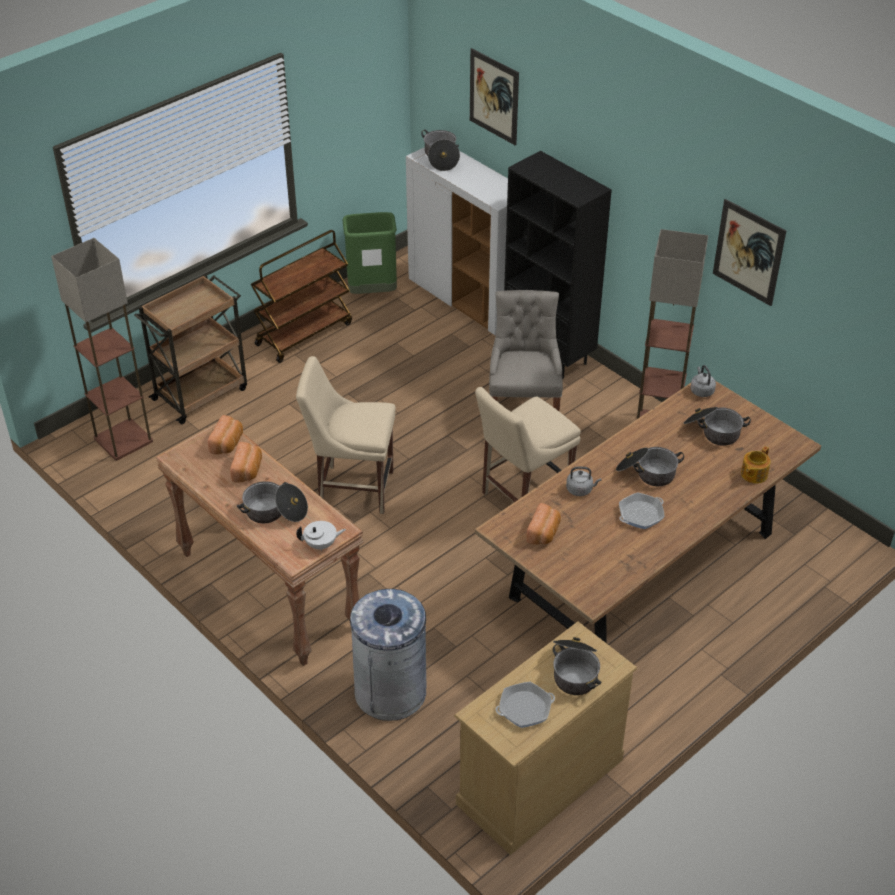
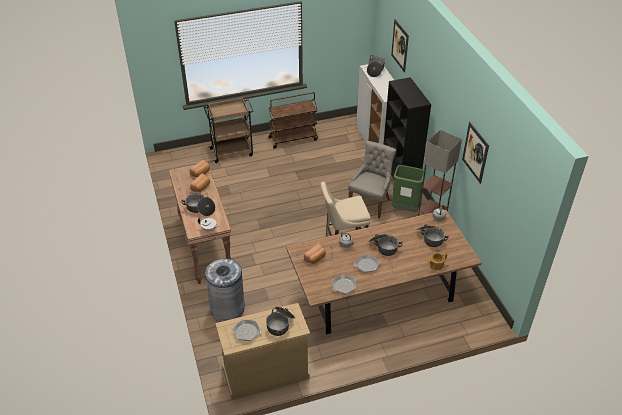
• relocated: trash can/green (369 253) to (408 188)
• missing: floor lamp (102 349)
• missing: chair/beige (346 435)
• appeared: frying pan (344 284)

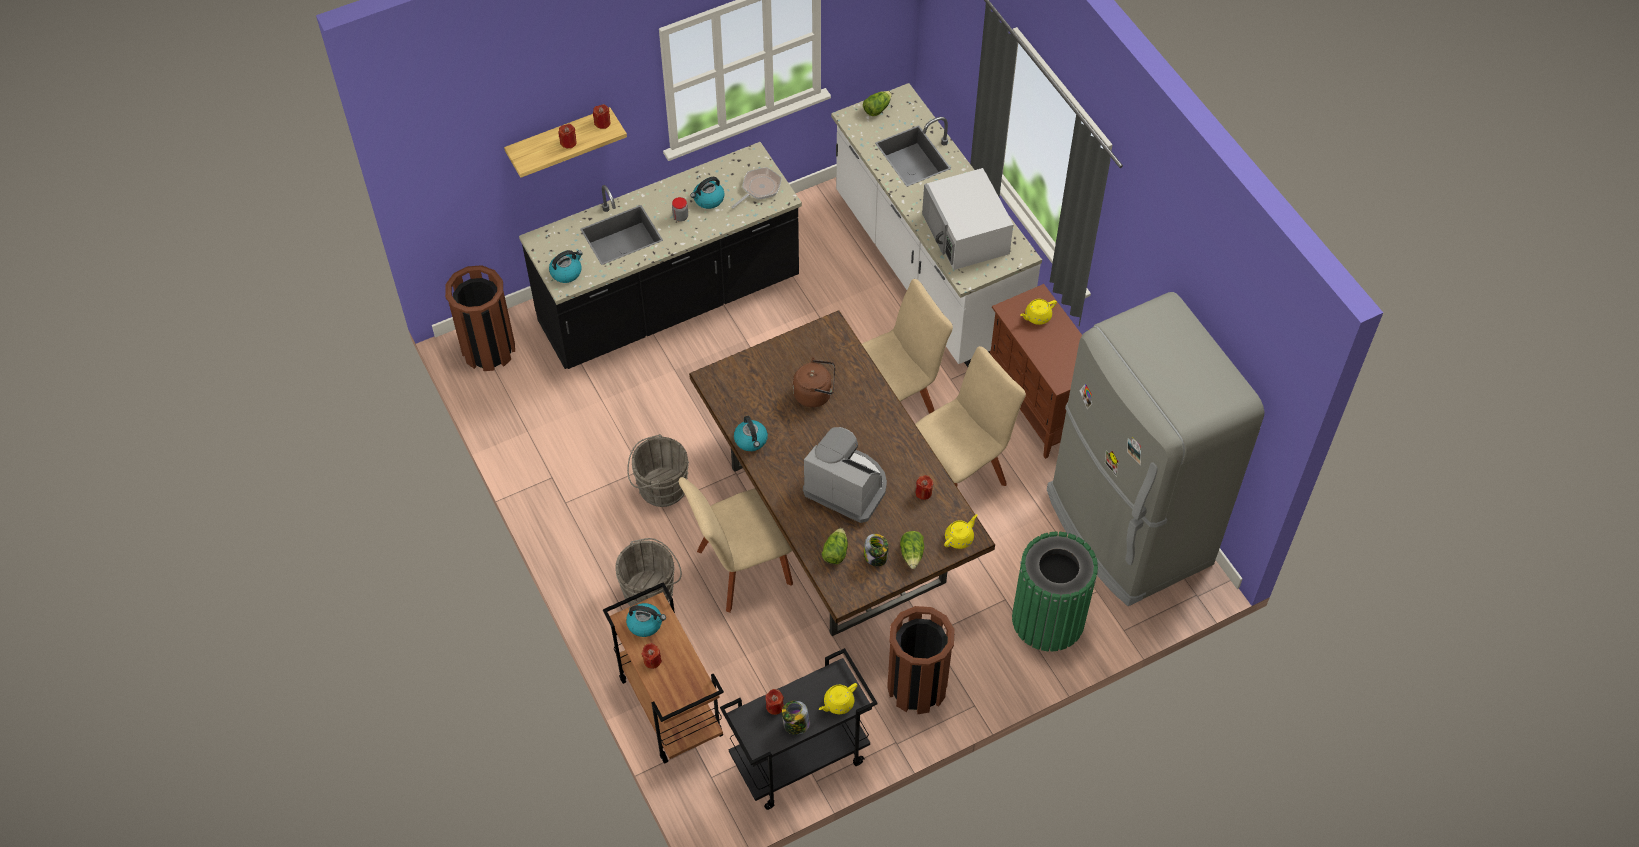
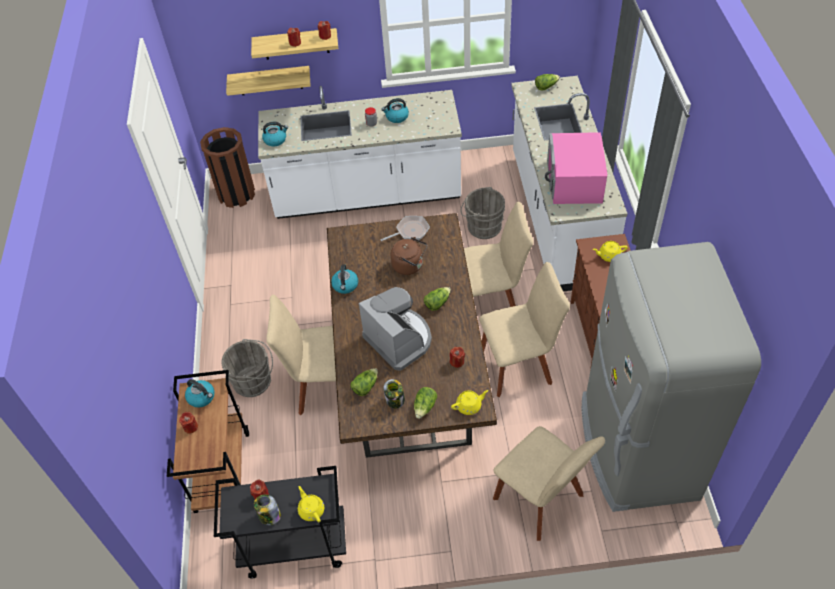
• colour: counter/black (660 255) to counter/white (360 152)
• relocated: frying pan (757 187) to (405 228)
• colour: microwave/white (967 219) to microwave/pink (576 168)
• relocated: bucket/grey (658 470) to (483 213)
• exchanged: trash can/green (1055 591) to chair/beige (549 483)
• missing: trash can/brown (921 660)
• spun: teapot/yellow (838 698) = (311 504) 75 degrees clockwise
• appeared: shelf (268 81)
• appeared: lettuce (437 299)

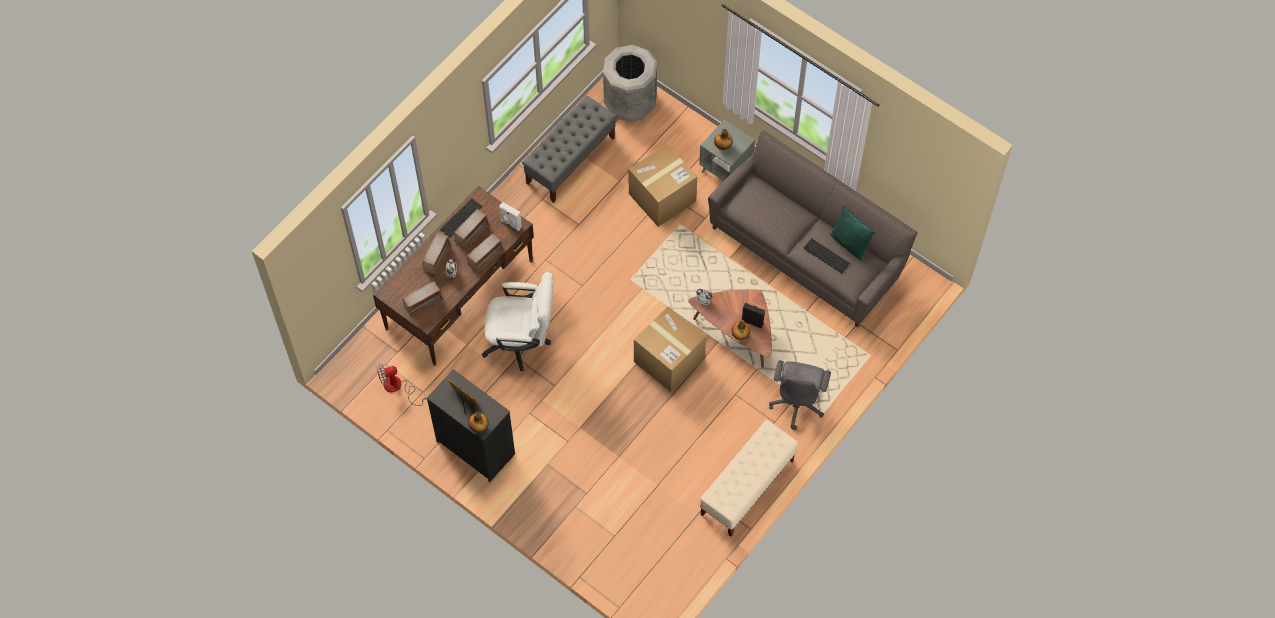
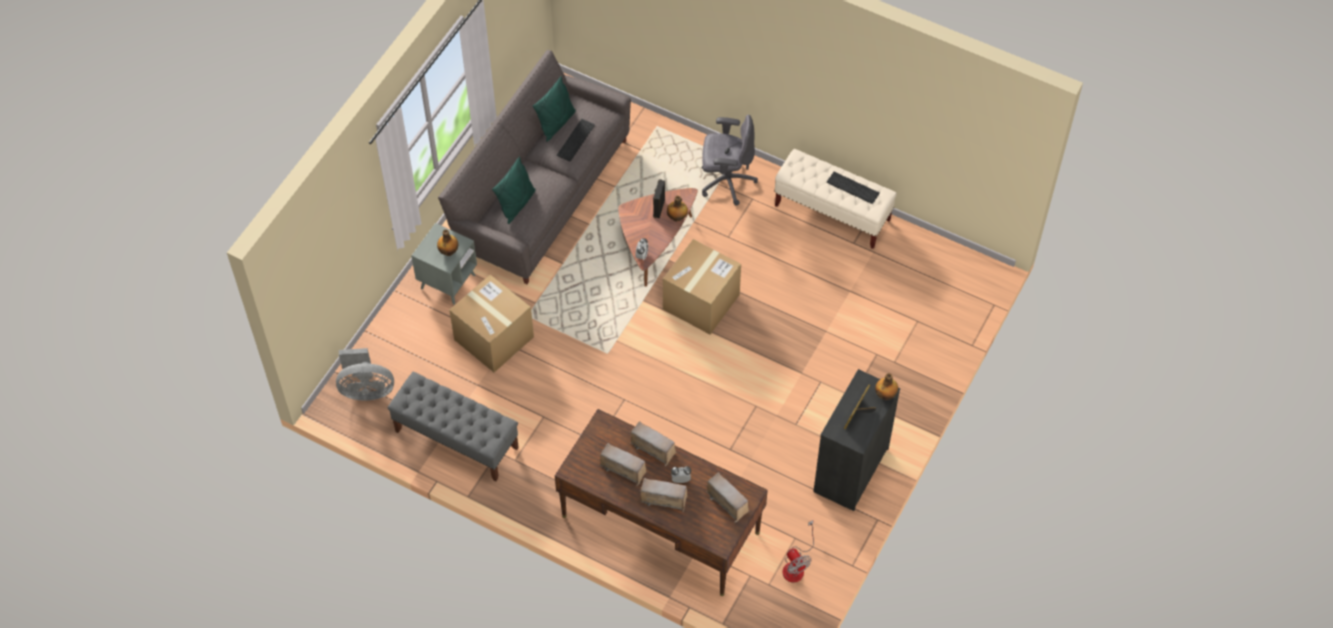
• exchanged: trash can/grey (630 83) to fan/grey (365 374)
• relocated: keyboard (461 218) to (853 188)
• missing: speaker/white (510 216)
• missing: office chair/white (518 321)
• appeared: pillow/green (514 190)

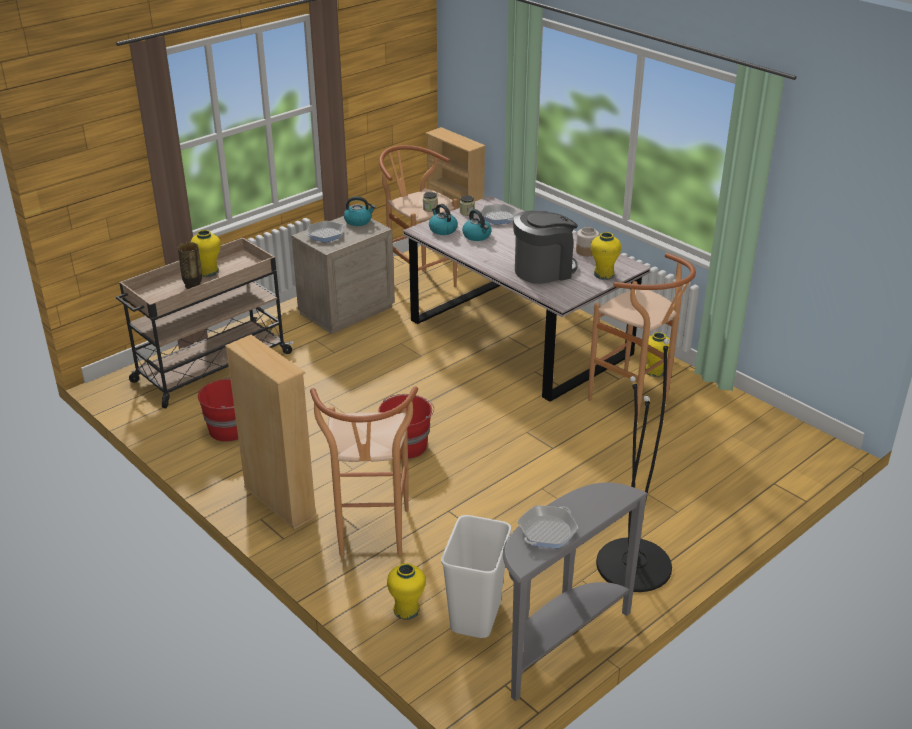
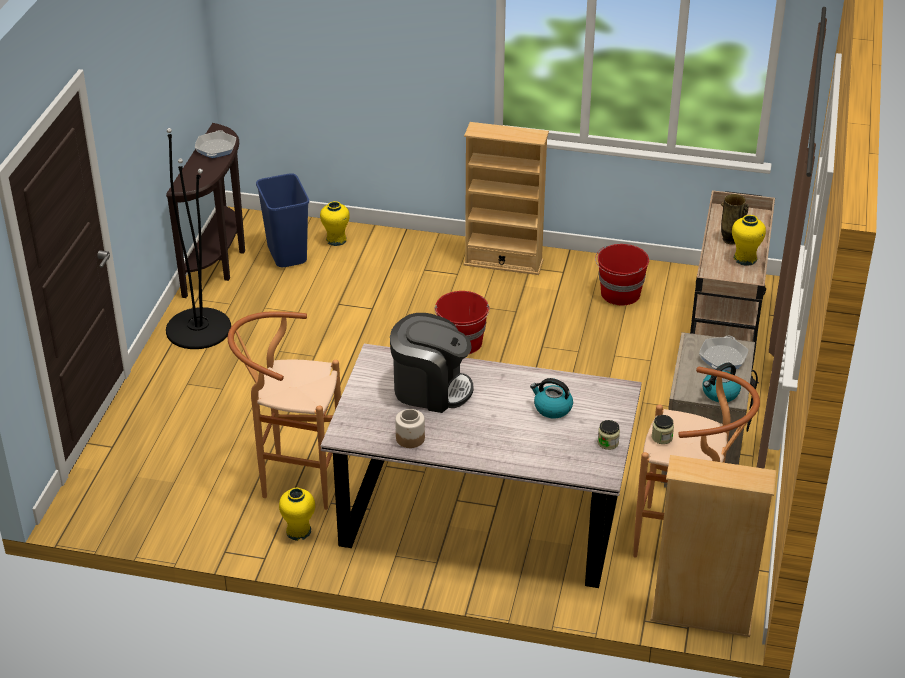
• missing: kettle (443 219)
• missing: frying pan (499 214)
• spun: coffee machine (545 247) = (432 363) 105 degrees counterclockwise
• missing: vase/yellow (606 256)
• missing: stool/brown (364 471)
• colour: console table/grey (575 591) to console table/brown (205 210)
• colour: trash can/white (476 576) to trash can/blue (282 220)

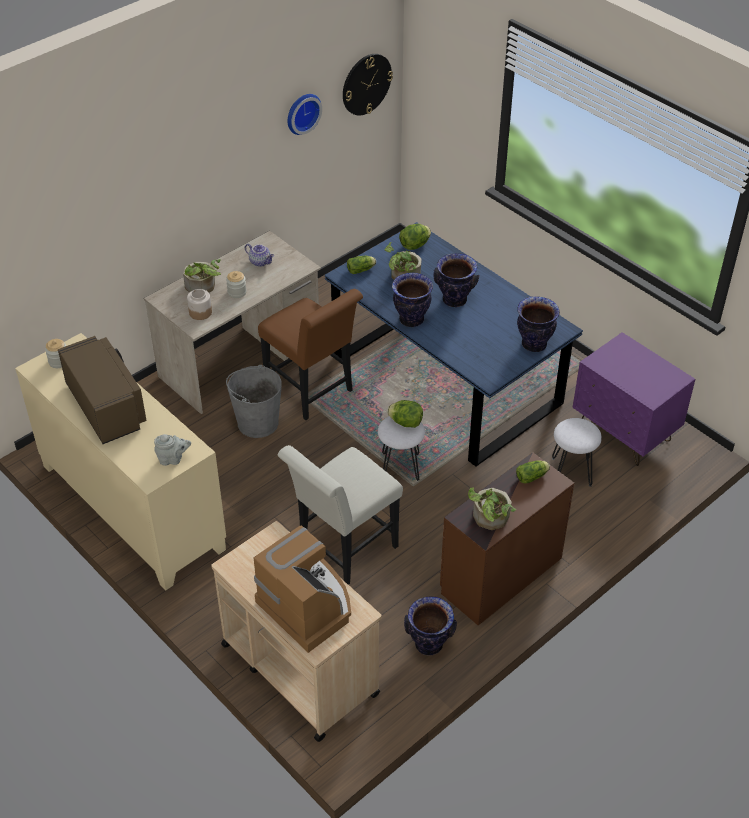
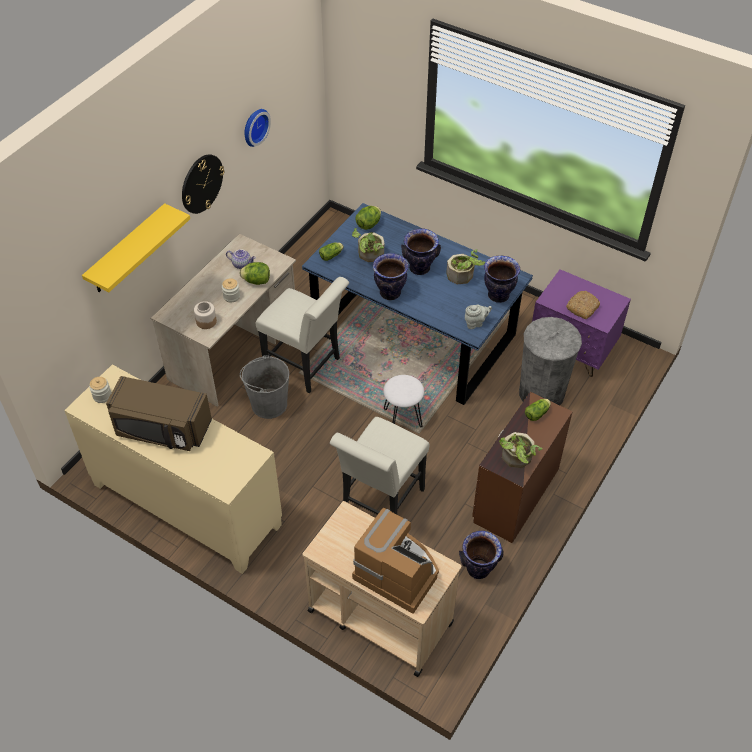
• relocated: wall clock (368 85) to (203 184)
• relocated: potted plant (202 276) to (466 266)
• colour: chair/brown (310 354) to chair/white (302 335)
• spun: microwave/brown (102 390) = (159 413) 150 degrees clockwise
• relocated: lettuce (405 414) to (255 273)
• exchanged: stool/white (577 452) to trash can/grey (550 361)
• relocated: teapot/grey (172 450) to (478 316)
• appeared: shelf/yellow (136 247)
• appeared: bread (583 305)

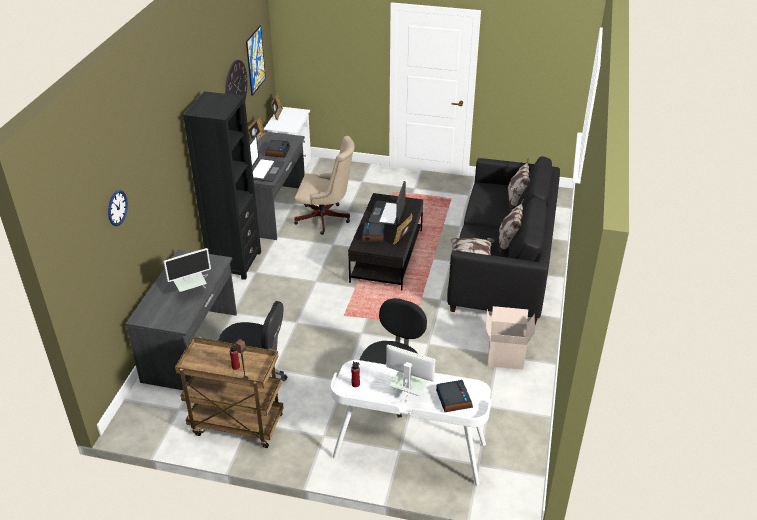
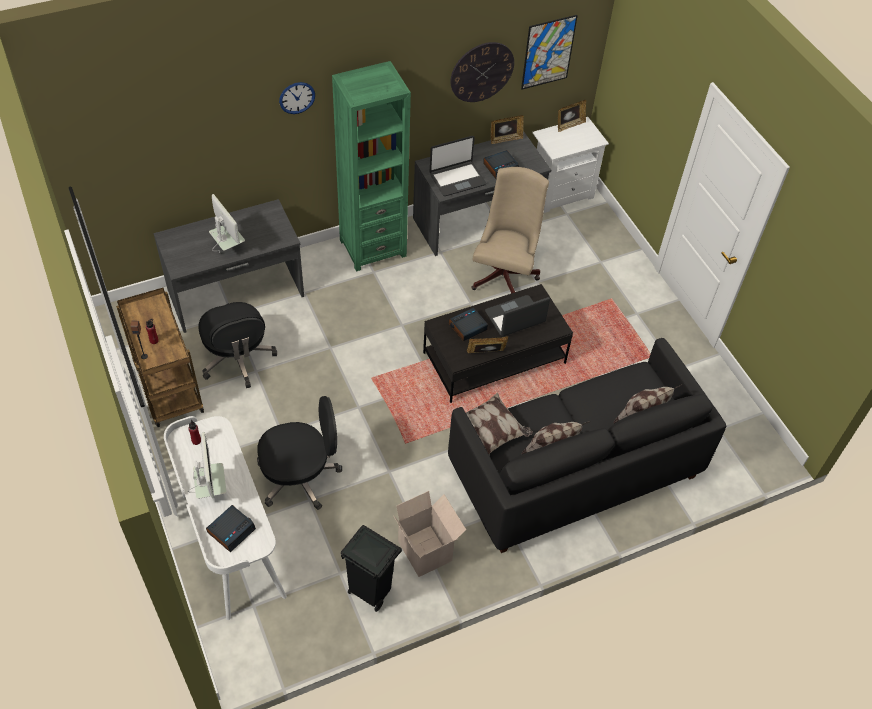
• colour: bookcase/black (222 185) to bookcase/green (371 166)
• spun: office chair/beige (324 185) = (510 230) 135 degrees counterclockwise
• relocated: wall clock (118 208) to (297 98)
• spun: monitor (187 270) = (227 223) 150 degrees counterclockwise
• appeared: trash can/black (371 568)

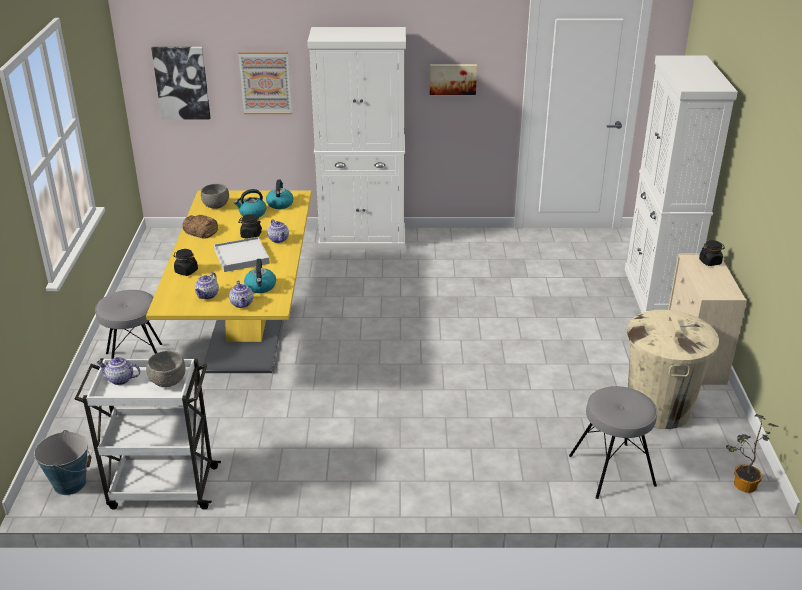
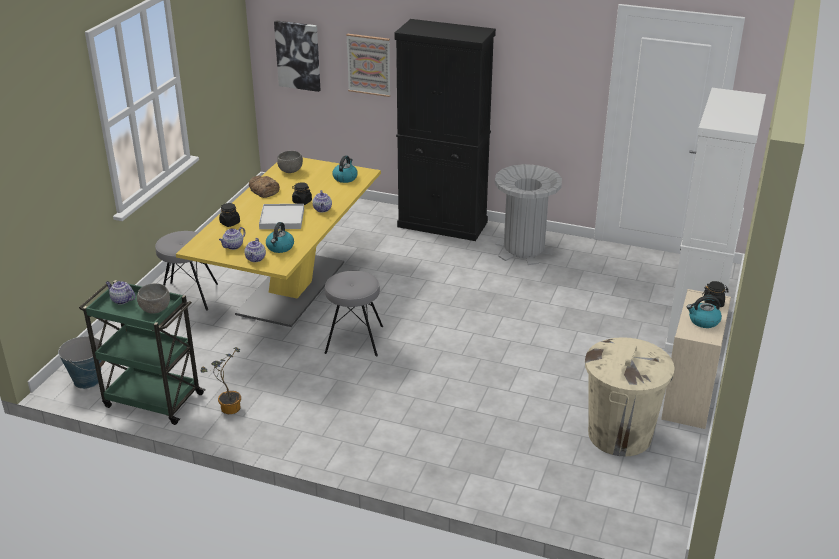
• colour: cabinet/white (356 138) to cabinet/black (445 130)
• missing: picture (453 79)
• relocated: kettle (250 203) to (704 312)
• colour: cart/white (148 434) to cart/green (142 352)
• relocated: stool/grey (613 442) to (354 313)
• relocated: potted plant (752 453) to (221 380)
• appeared: trash can/grey (528 214)

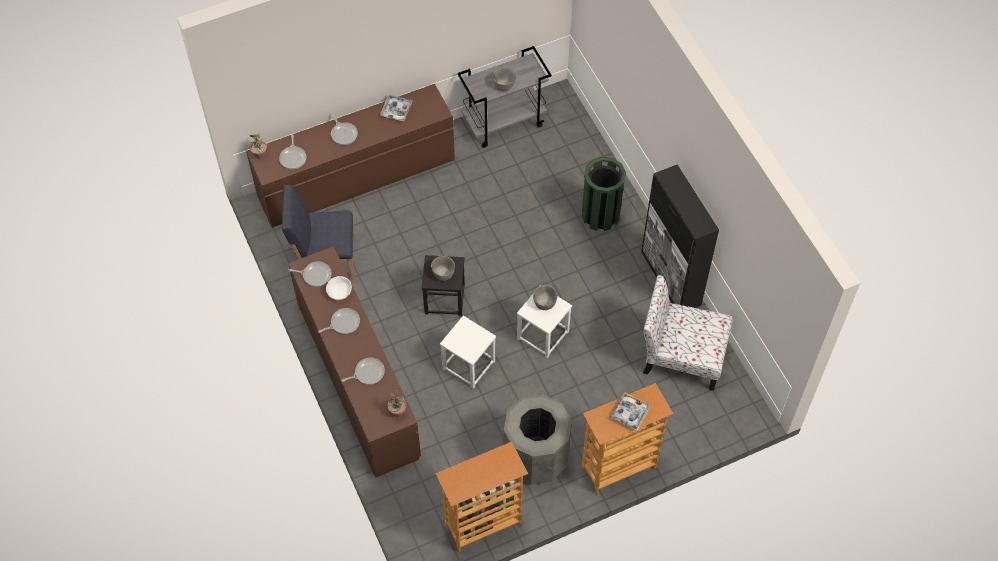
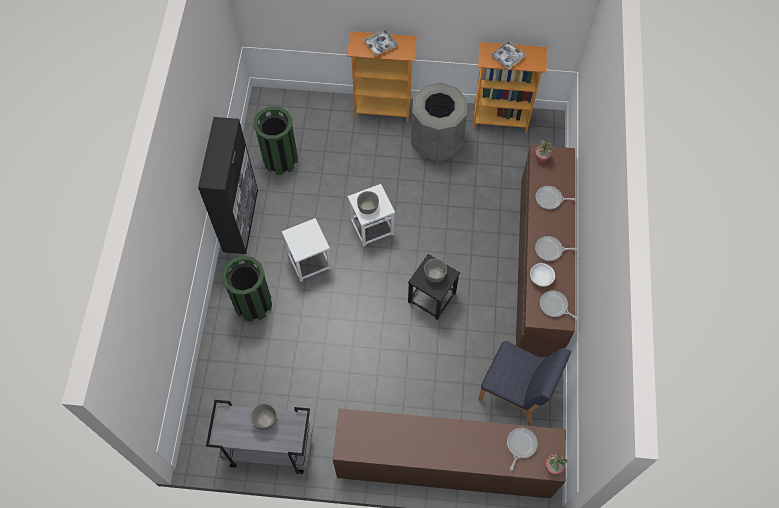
• relocated: tray (396 108) to (508 55)
• missing: frying pan (344 129)
• exchanged: chair (688 333) to trash can/green (275 140)
• relocated: stool/white (468 352) to (307 250)

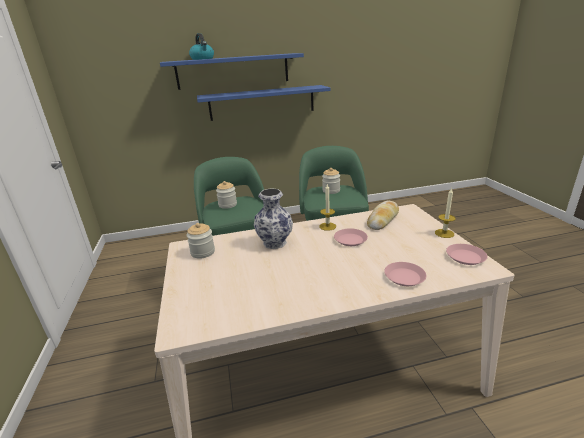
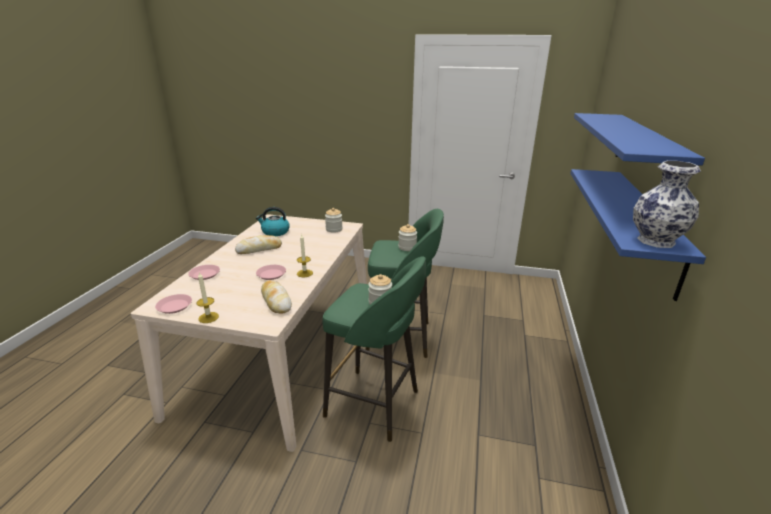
• relocated: kettle (201 46) to (273 221)
• relocated: vase (273 218) to (667 204)
• appeared: bread (258 244)

